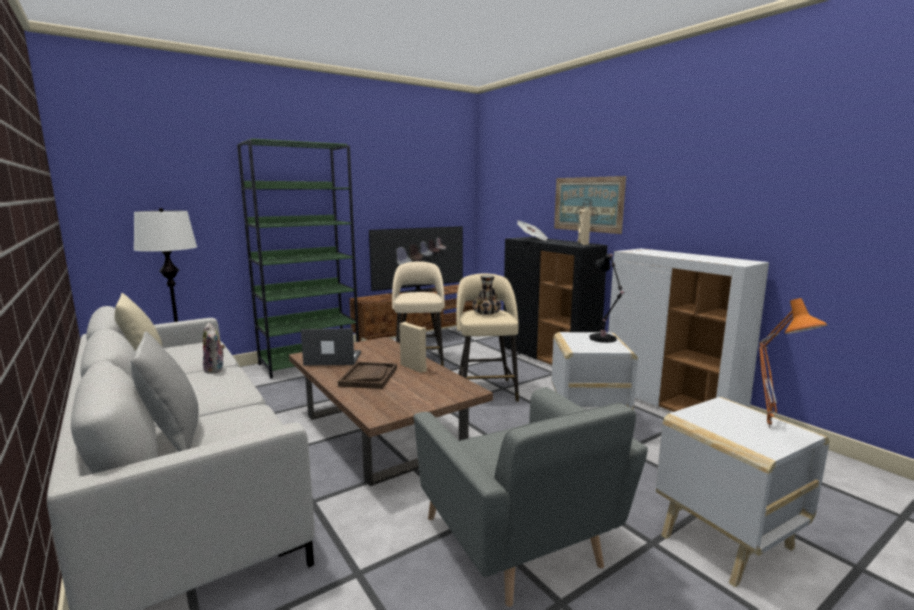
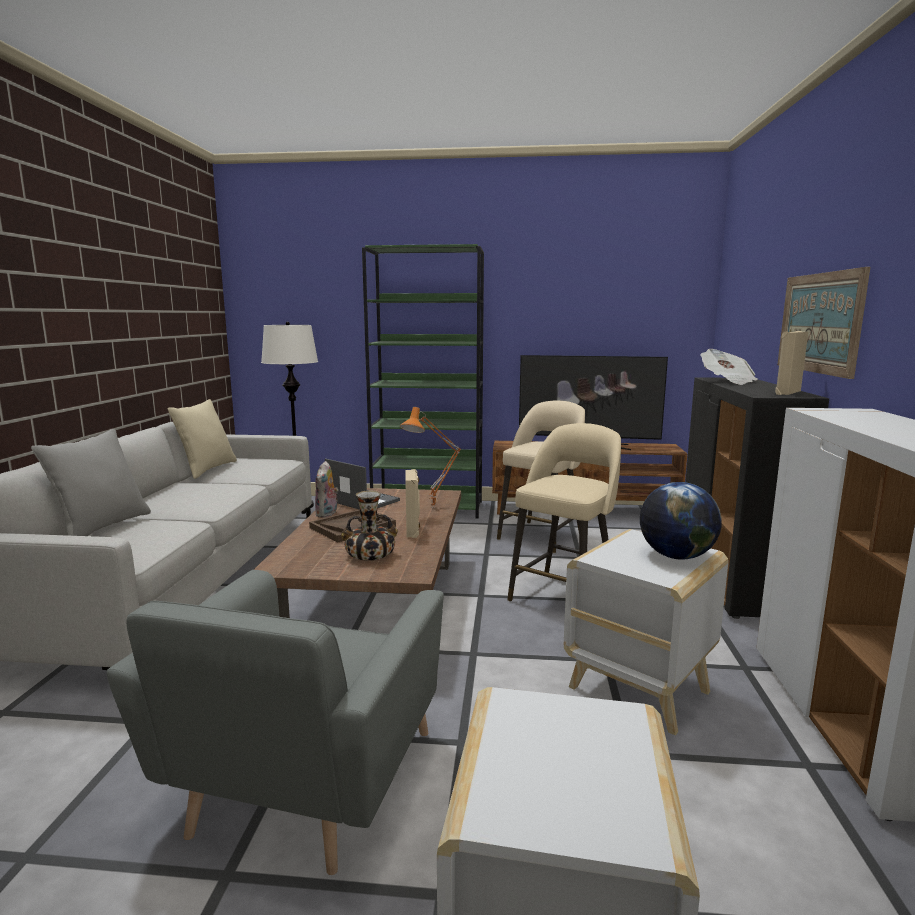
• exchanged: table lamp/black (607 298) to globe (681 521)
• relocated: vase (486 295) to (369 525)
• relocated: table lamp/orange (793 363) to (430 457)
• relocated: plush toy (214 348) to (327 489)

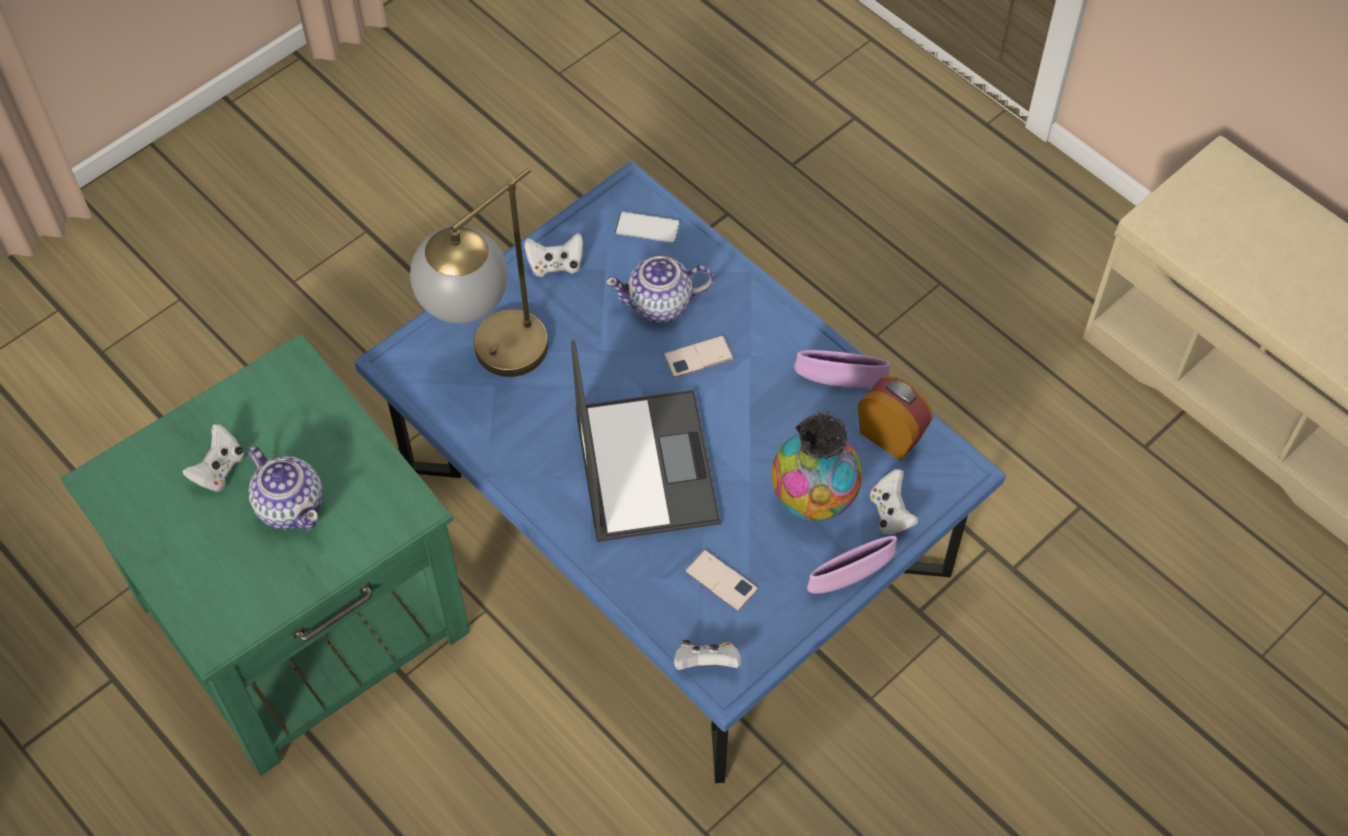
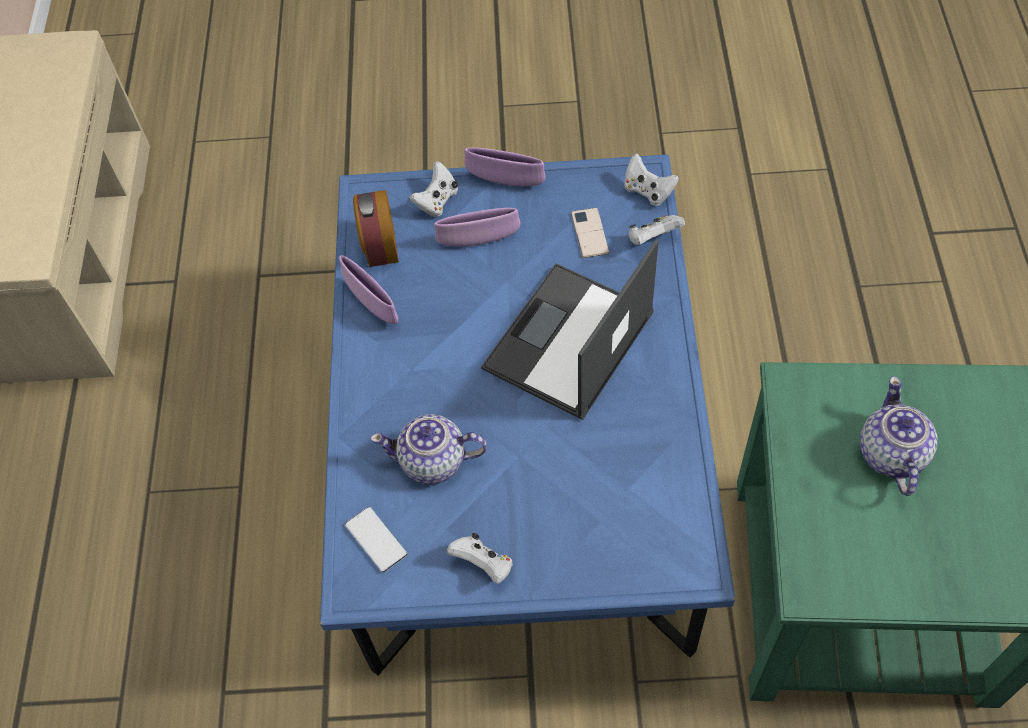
• missing: table lamp (479 272)
• spun: teapot (659 289) = (428 449) 150 degrees clockwise
• missing: phone (699 357)
• exchanged: vase (816 466) to bowl/purple (477 227)
• relocated: game controller/white (213 458) to (656 230)

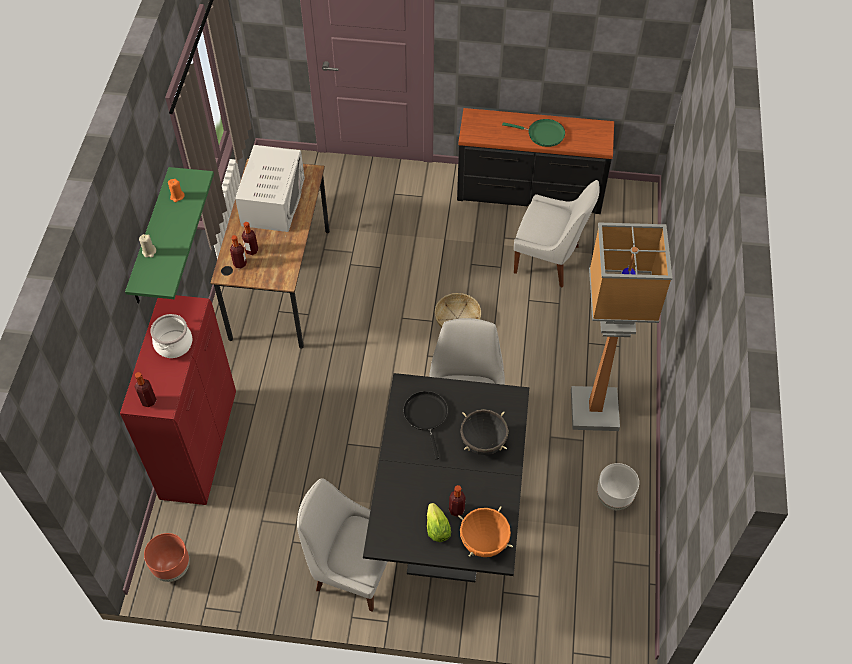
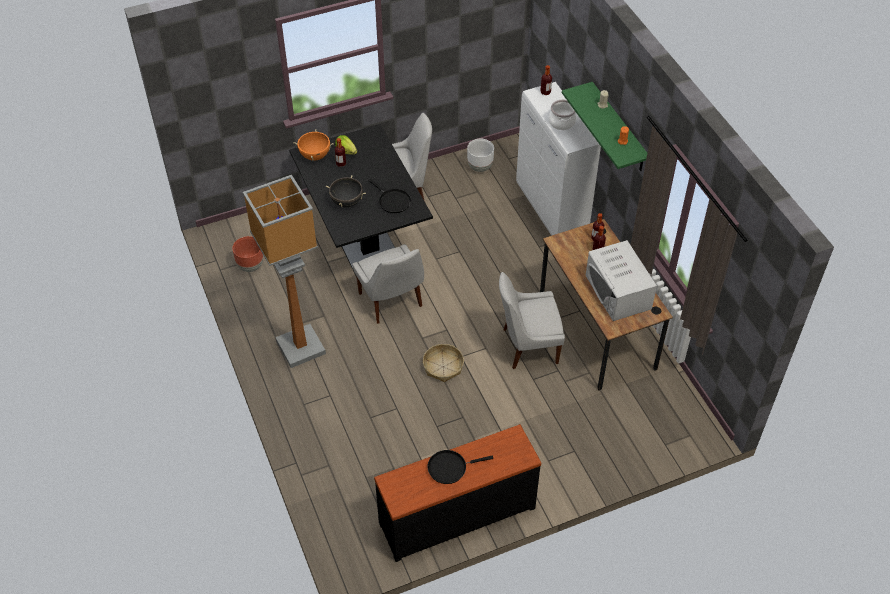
• colour: frying pan/green (533 133) to frying pan/black (460 467)
• relocated: chair/white (557 233) to (532 320)
• colour: cabinet/red (178 400) to cabinet/white (558 159)
• relocated: planter/white (618 486) to (480 155)
• relocated: planter/brown (167 557) to (247 254)

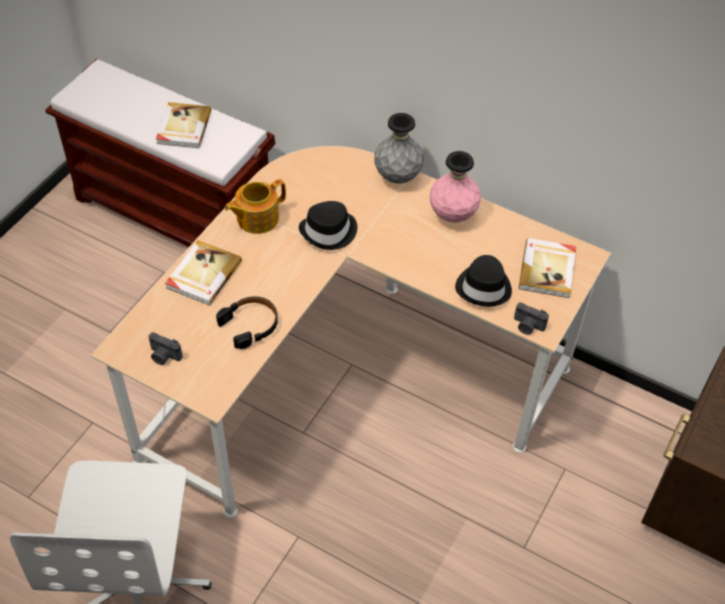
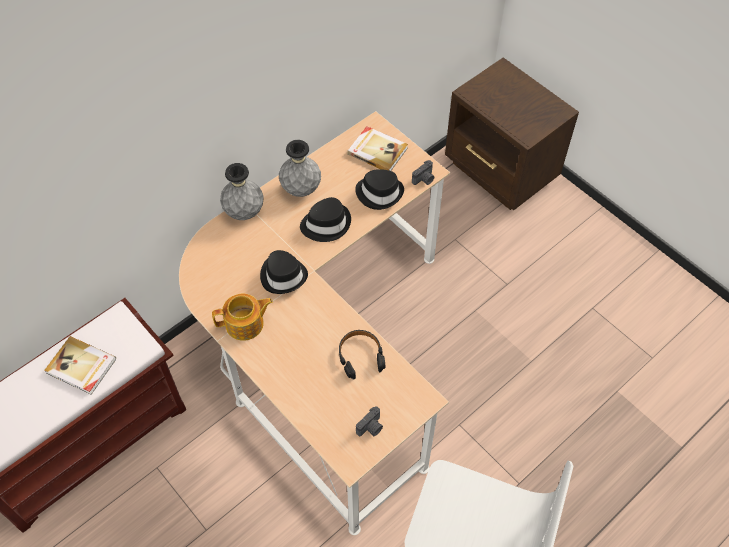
• colour: vase/pink (455 187) to vase/grey (300 168)
• spun: teapot (255 206) = (242 317) 90 degrees counterclockwise
• missing: book (203 272)
• appeared: hat/black (325 219)

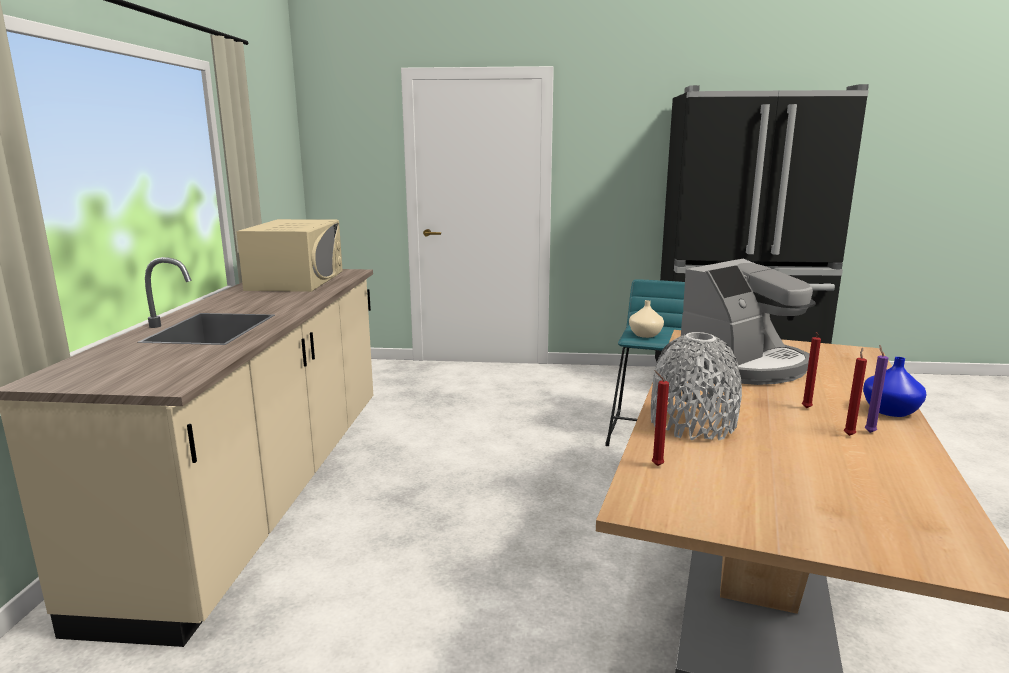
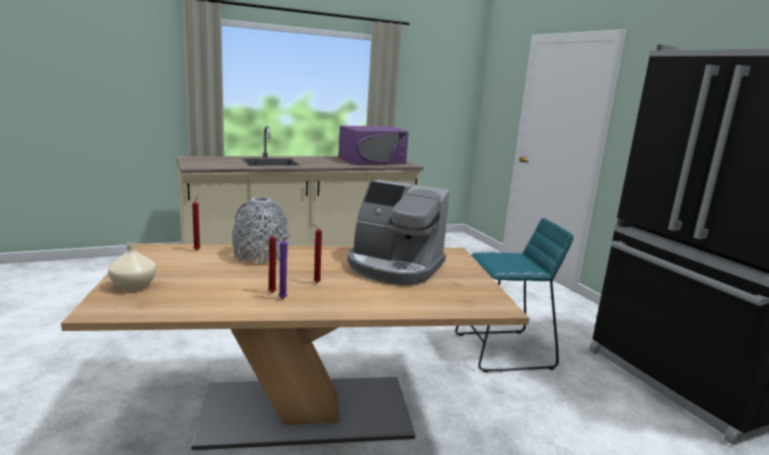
• colour: microwave/beige (289 255) to microwave/purple (373 145)
• relocated: vase/beige (646 319) to (132 266)
• missing: vase/blue (895 387)

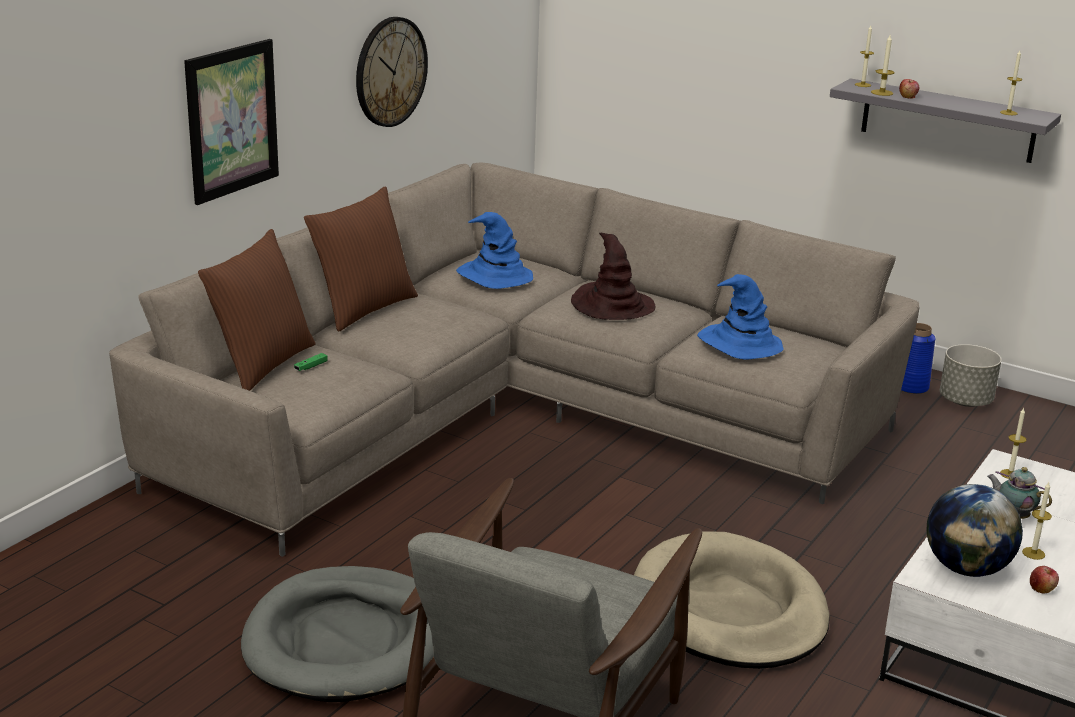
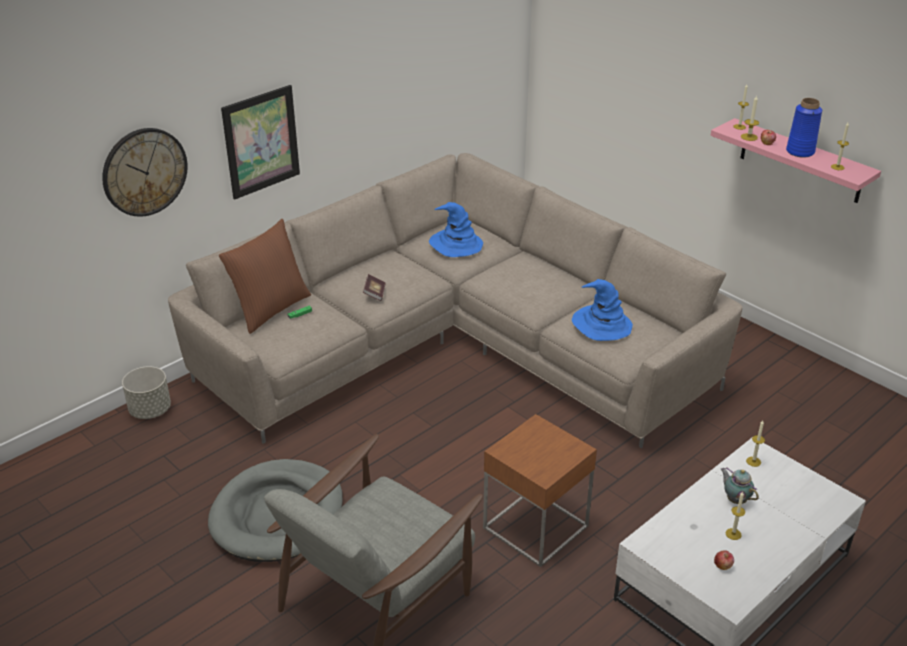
• relocated: wall clock (392 72) to (145 172)
• colour: shelf/grey (945 120) to shelf/pink (796 160)
• missing: pillow/brown (361 259)
• missing: hat/brown (613 276)
• relocated: vase/blue (918 358) to (804 128)
• relocated: planter/grey (970 375) to (146 392)
• missing: globe (975 530)
• exchanged: dog bed/beige (732 600) to side table/brown (540 490)
• appeared: book (374 287)

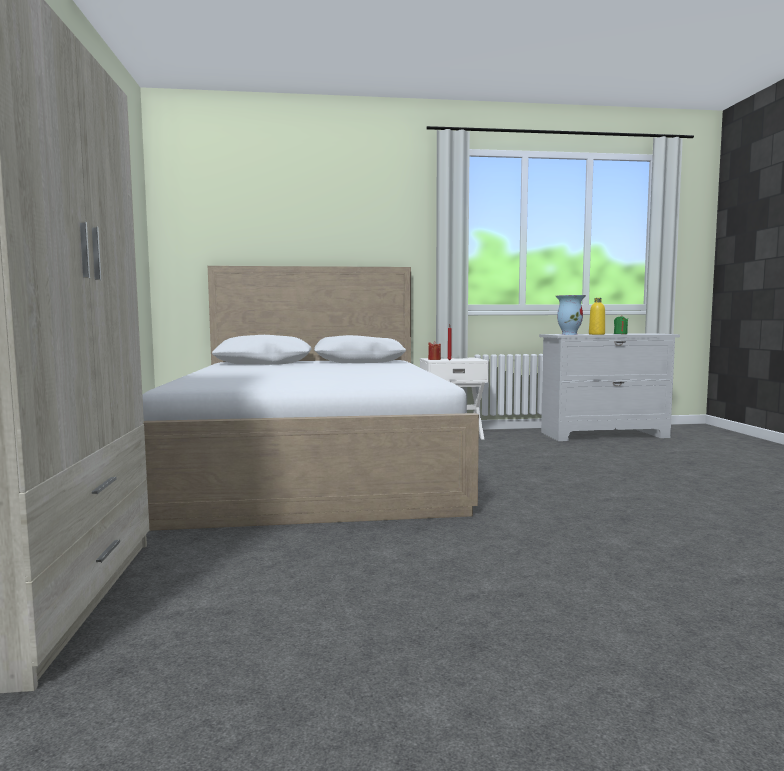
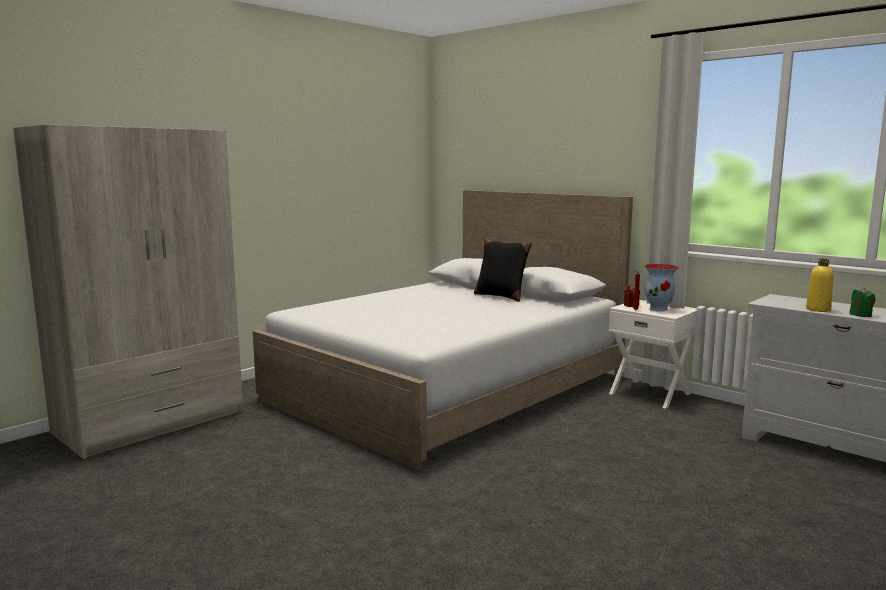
• relocated: vase (571 315) to (661 288)
• appeared: pillow/black (503 270)

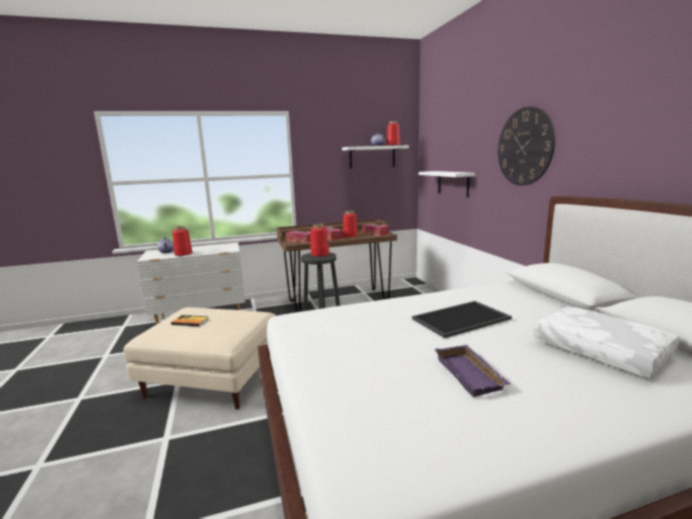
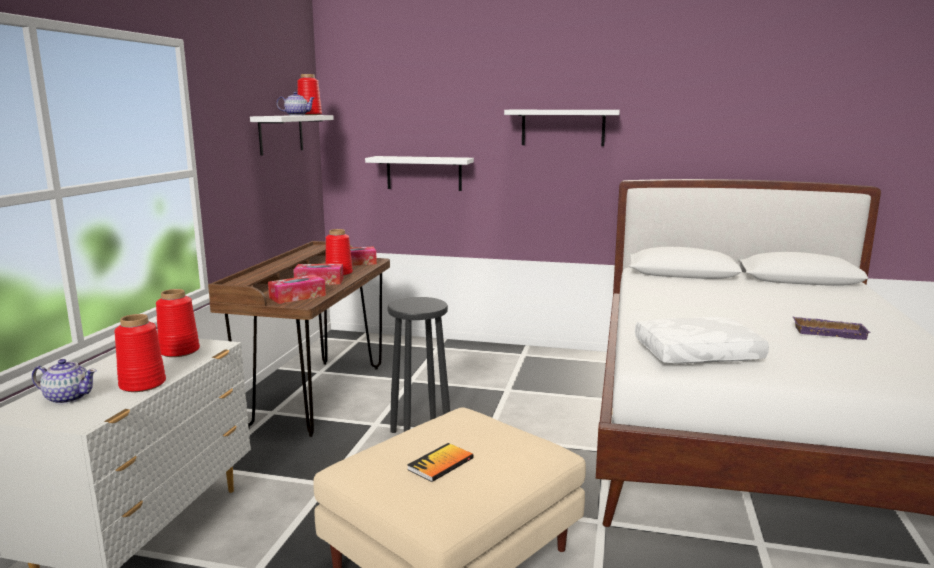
• exchanged: wall clock (526 146) to shelf/white (562 128)
• relocated: vase/red (320 240) to (178 323)
• missing: tray (462 319)
• relocated: pillow/white (606 342) to (702 340)

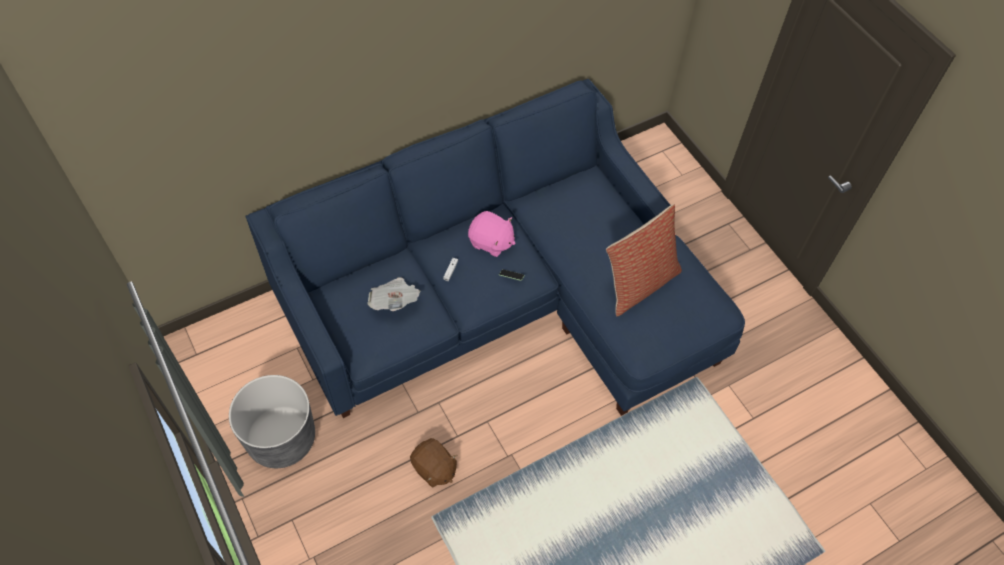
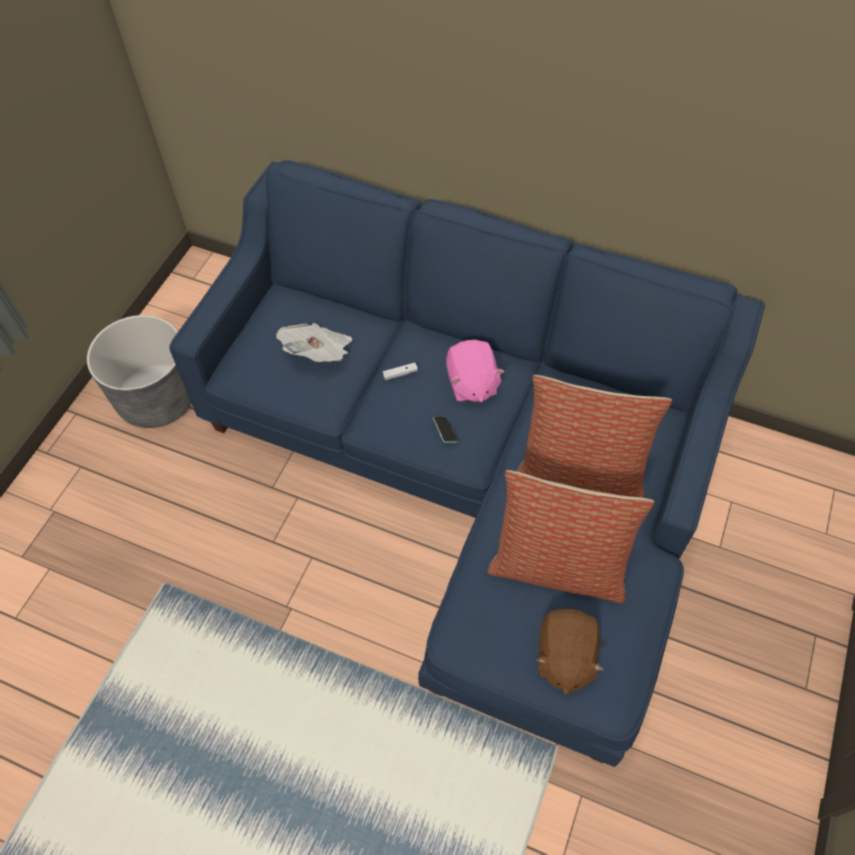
• relocated: plush toy/brown (433 463) to (570 652)
• appeared: pillow (594 436)

